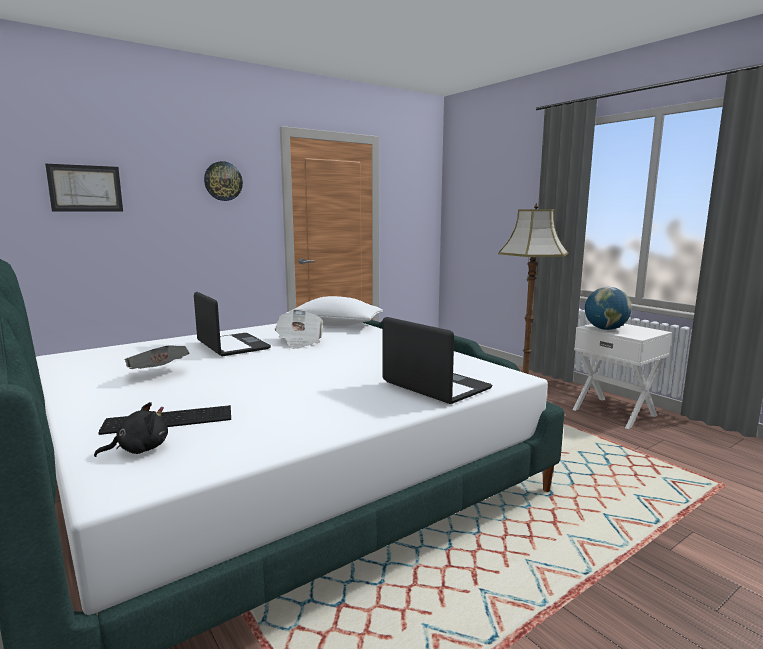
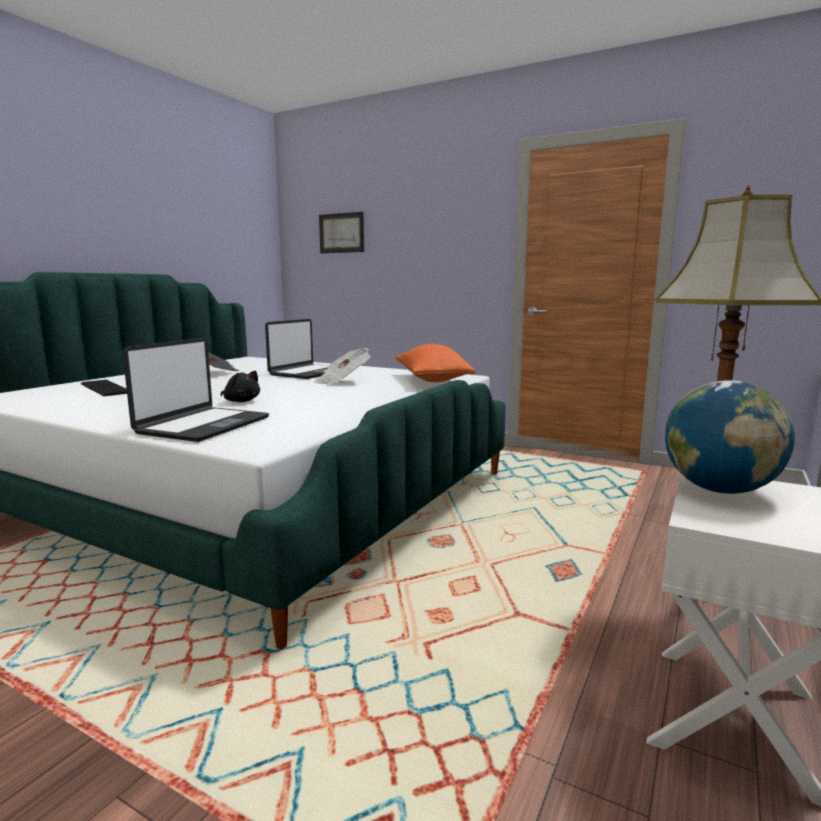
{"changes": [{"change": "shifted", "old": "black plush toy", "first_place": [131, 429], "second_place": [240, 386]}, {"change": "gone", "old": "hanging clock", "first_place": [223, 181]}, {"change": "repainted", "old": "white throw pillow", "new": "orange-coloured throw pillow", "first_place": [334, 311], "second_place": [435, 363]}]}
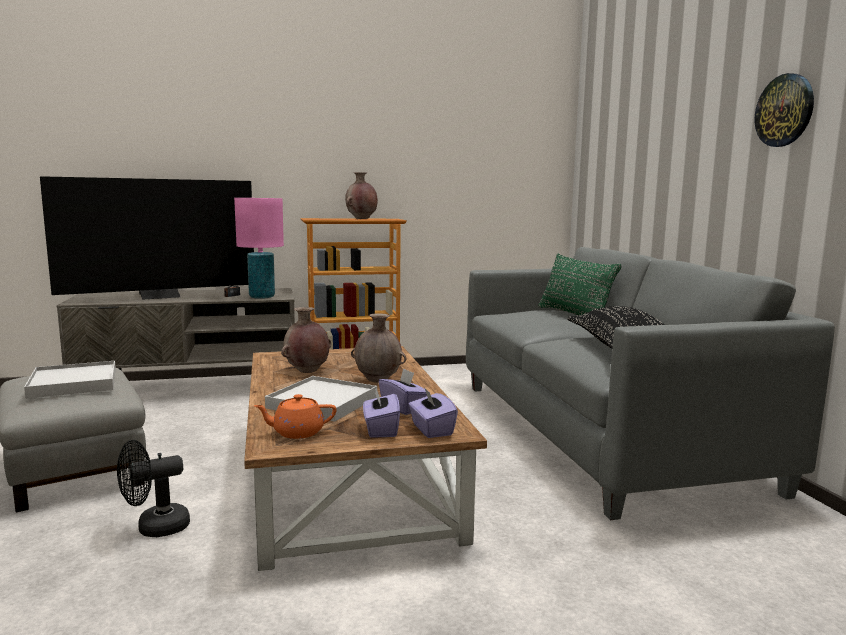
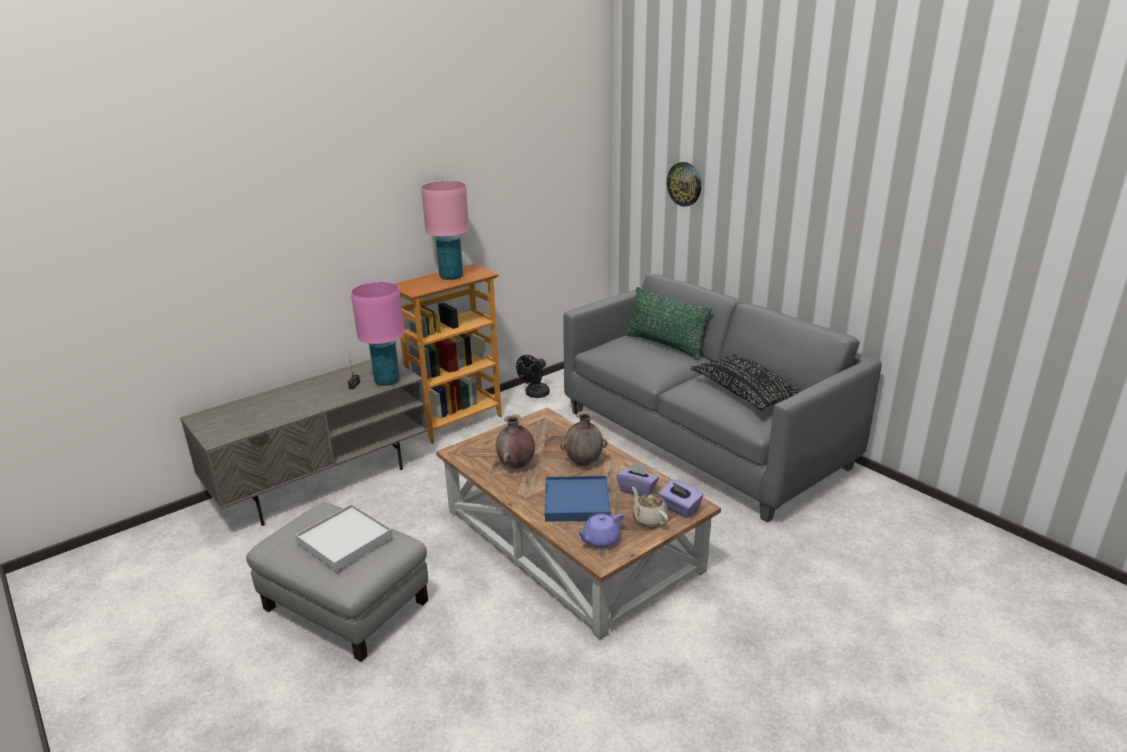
{"changes": [{"change": "gone", "old": "television", "first_place": [147, 238]}, {"change": "shifted", "old": "black cooling fan", "first_place": [153, 488], "second_place": [533, 376]}, {"change": "repainted", "old": "orange-coloured teapot", "new": "purple-coloured teapot", "first_place": [295, 416], "second_place": [600, 530]}, {"change": "repainted", "old": "white tray", "new": "blue tray", "first_place": [321, 399], "second_place": [577, 499]}, {"change": "swapped", "old": "brown-coloured vase", "new": "pinkish tabletop lamp", "first_place": [361, 195], "second_place": [445, 230]}, {"change": "swapped", "old": "purple-coloured tissue box", "new": "sand-coloured teapot", "first_place": [381, 413], "second_place": [650, 507]}, {"change": "shifted", "old": "hanging clock", "first_place": [784, 110], "second_place": [684, 184]}]}
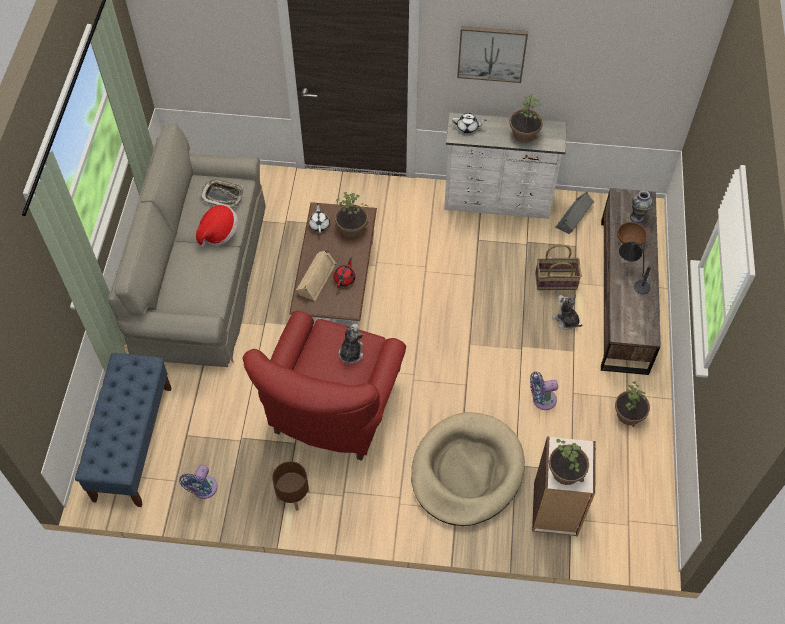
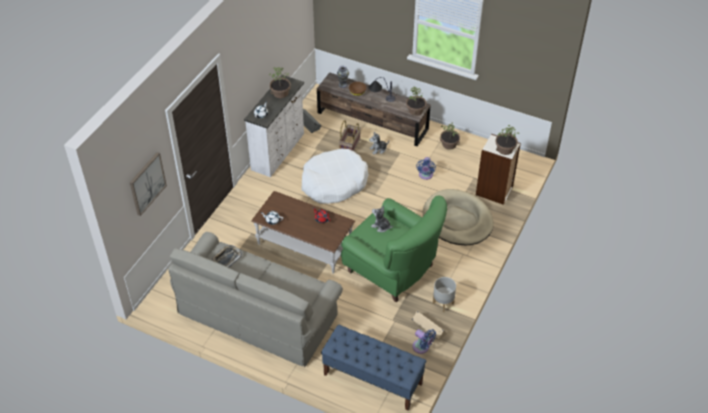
{"changes": [{"change": "gone", "old": "wearable hat", "first_place": [217, 226]}, {"change": "repainted", "old": "red armchair", "new": "greenish armchair", "first_place": [324, 386], "second_place": [394, 249]}, {"change": "repainted", "old": "brown-coloured planter", "new": "grey planter", "first_place": [290, 486], "second_place": [444, 294]}, {"change": "shifted", "old": "sand-coloured loudspeaker", "first_place": [316, 275], "second_place": [429, 326]}, {"change": "shifted", "old": "houseplant", "first_place": [351, 215], "second_place": [416, 101]}, {"change": "shifted", "old": "wall art", "first_place": [492, 54], "second_place": [148, 184]}, {"change": "new", "new": "white dog cushion", "second_place": [335, 176]}]}
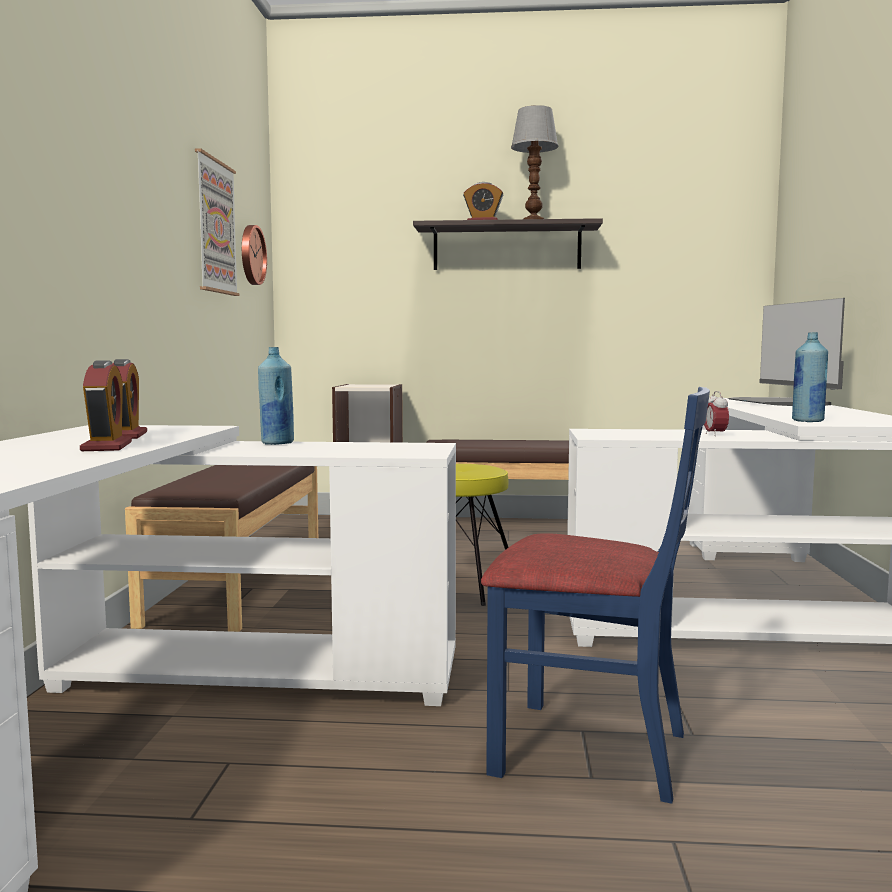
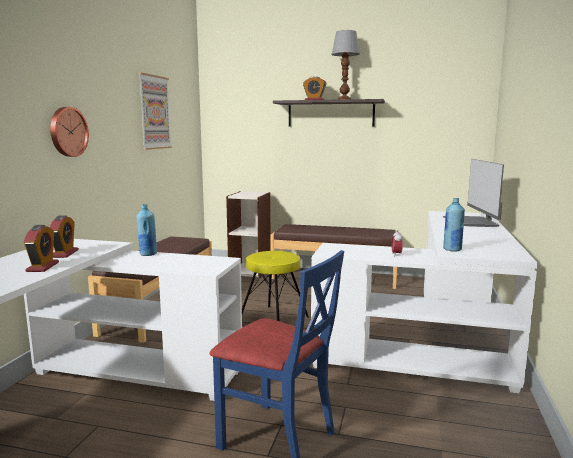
{"changes": [{"change": "shifted", "old": "hanging clock", "first_place": [254, 255], "second_place": [69, 132]}]}
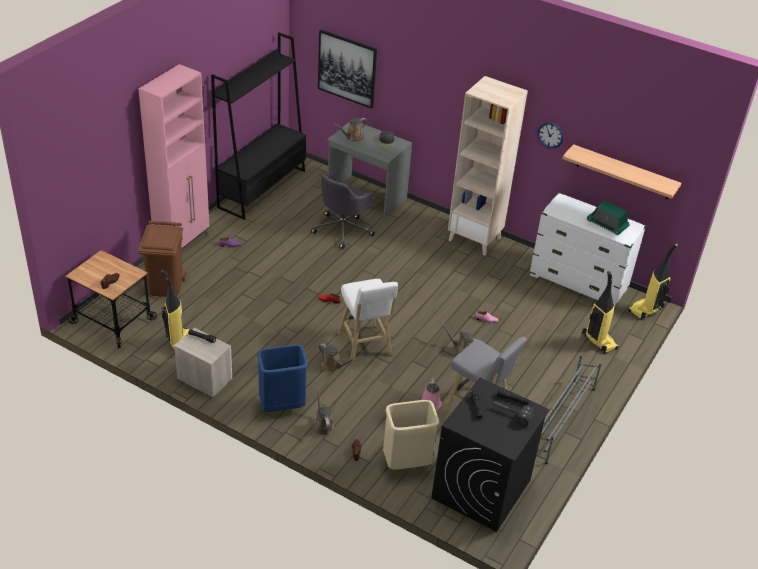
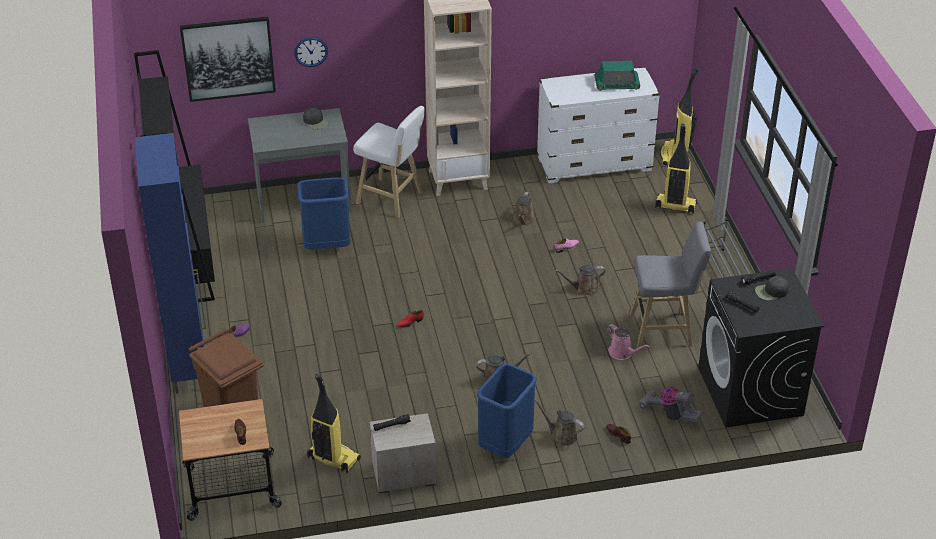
{"changes": [{"change": "repainted", "old": "pinkish cupboard", "new": "blue cupboard", "first_place": [174, 156], "second_place": [170, 263]}, {"change": "swapped", "old": "grey office chair", "new": "blue trash can", "first_place": [343, 211], "second_place": [324, 213]}, {"change": "shifted", "old": "brown-coloured watering pot", "first_place": [351, 129], "second_place": [524, 209]}, {"change": "shifted", "old": "white stool", "first_place": [368, 321], "second_place": [389, 162]}, {"change": "swapped", "old": "sand-coloured trash can", "new": "vacuum cleaner", "first_place": [411, 435], "second_place": [671, 404]}, {"change": "swapped", "old": "tool hammer", "new": "black cap", "first_place": [513, 414], "second_place": [772, 288]}, {"change": "shifted", "old": "hanging clock", "first_place": [550, 135], "second_place": [311, 52]}, {"change": "gone", "old": "wall shelf", "first_place": [621, 171]}]}
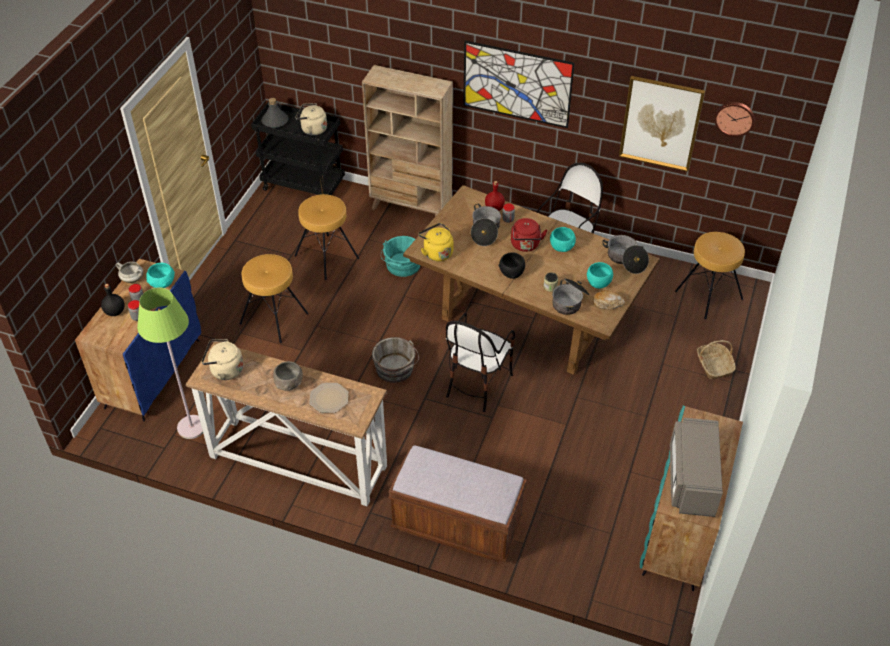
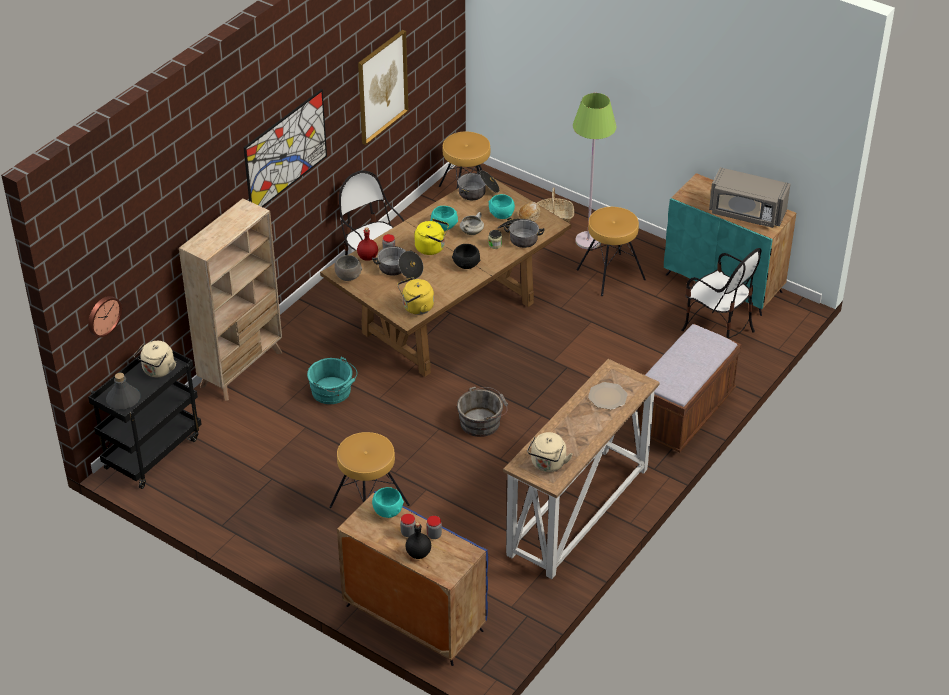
{"changes": [{"change": "shifted", "old": "white cooking pot", "first_place": [129, 272], "second_place": [472, 223]}, {"change": "shifted", "old": "greenish floor lamp", "first_place": [170, 363], "second_place": [595, 171]}, {"change": "shifted", "old": "grey deep dish", "first_place": [288, 376], "second_place": [348, 268]}, {"change": "shifted", "old": "brown-coloured stool", "first_place": [326, 237], "second_place": [611, 251]}, {"change": "shifted", "old": "upright chair", "first_place": [480, 362], "second_place": [721, 293]}, {"change": "repainted", "old": "red kettle", "new": "yellow kettle", "first_place": [529, 235], "second_place": [431, 237]}, {"change": "shifted", "old": "hanging clock", "first_place": [735, 119], "second_place": [105, 317]}]}
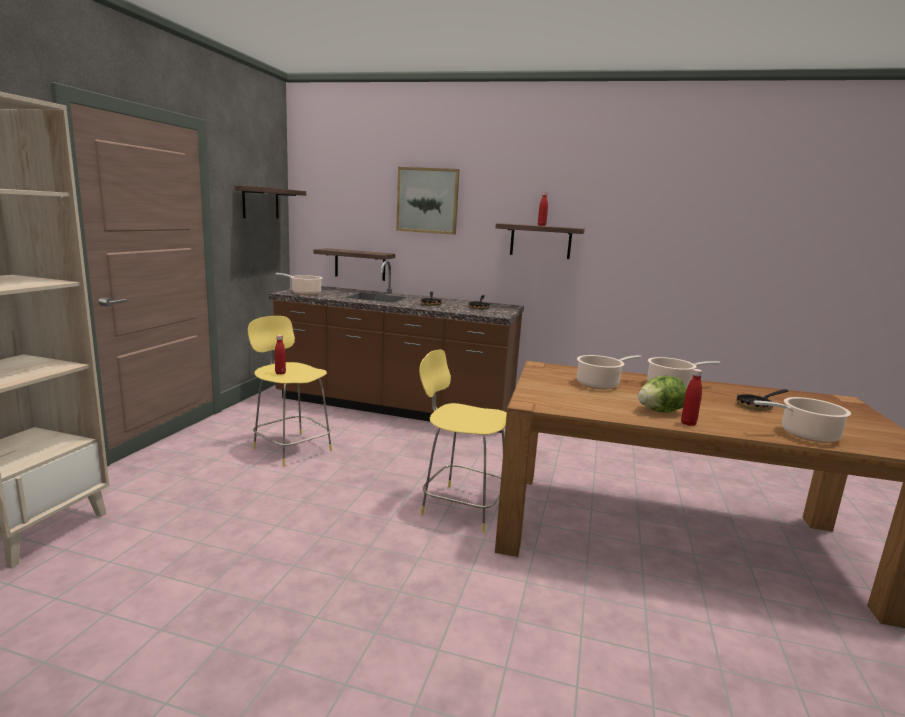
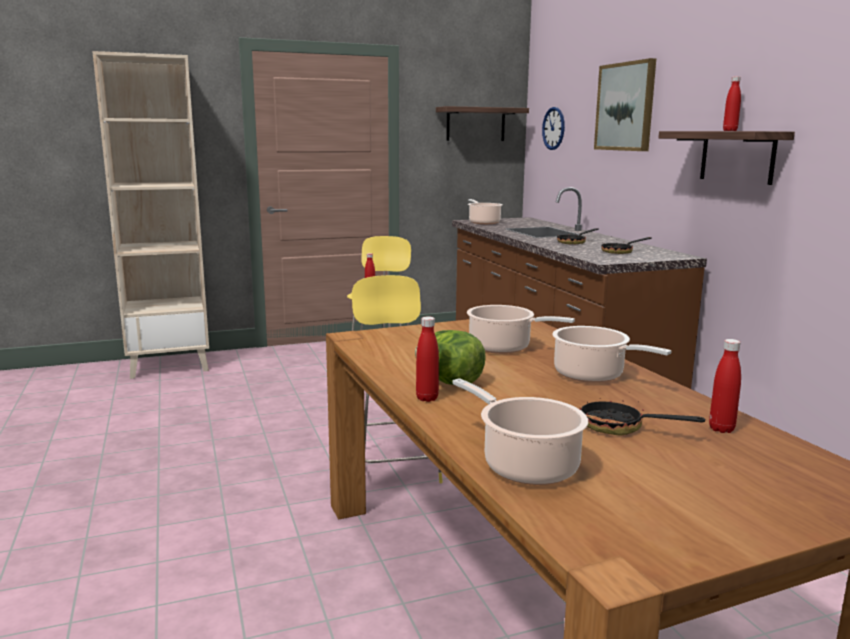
{"changes": [{"change": "gone", "old": "wall shelf", "first_place": [354, 264]}, {"change": "new", "new": "hanging clock", "second_place": [553, 128]}, {"change": "new", "new": "red beverage bottle", "second_place": [725, 386]}]}
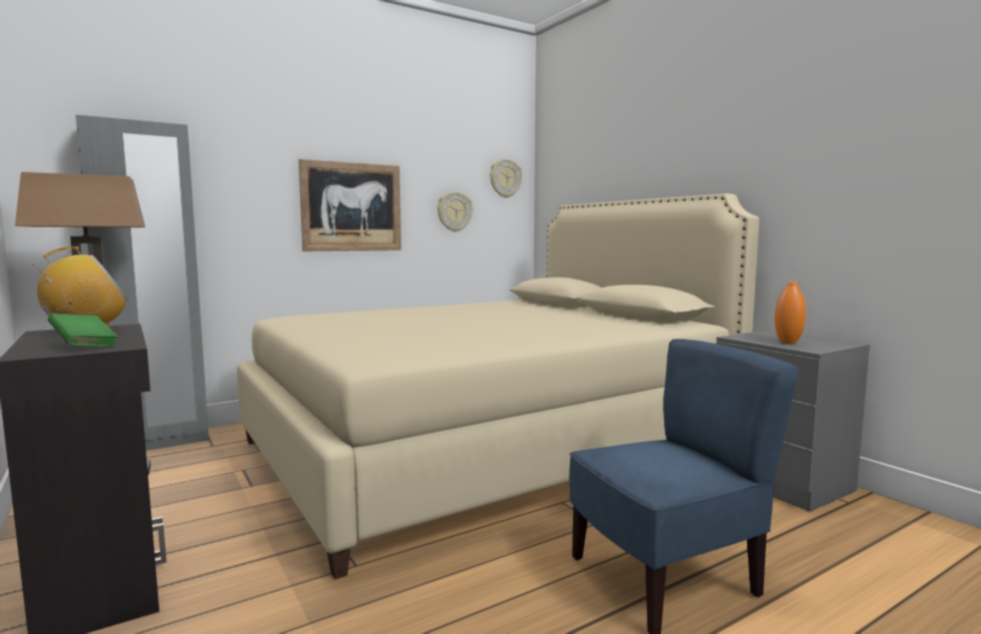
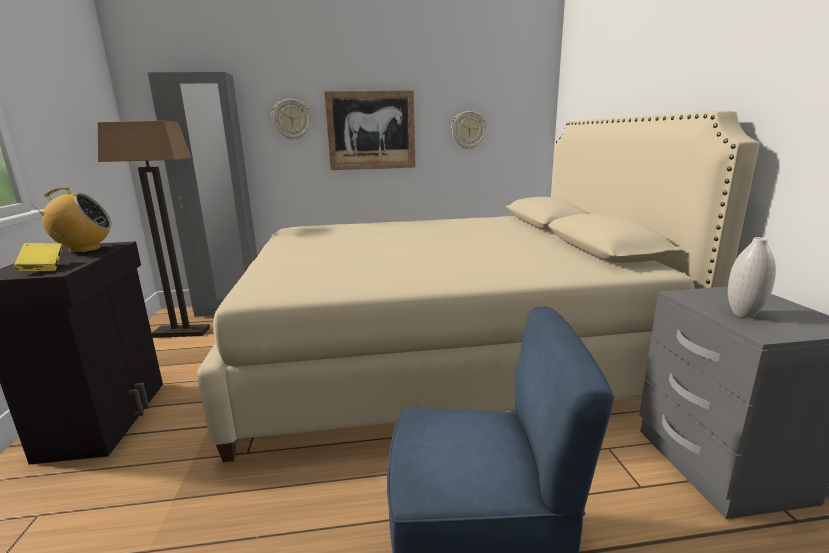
{"changes": [{"change": "repainted", "old": "greenish volume", "new": "yellow volume", "first_place": [83, 330], "second_place": [38, 257]}, {"change": "shifted", "old": "hanging clock", "first_place": [506, 178], "second_place": [292, 119]}, {"change": "repainted", "old": "orange-coloured vase", "new": "white vase", "first_place": [790, 312], "second_place": [752, 277]}]}
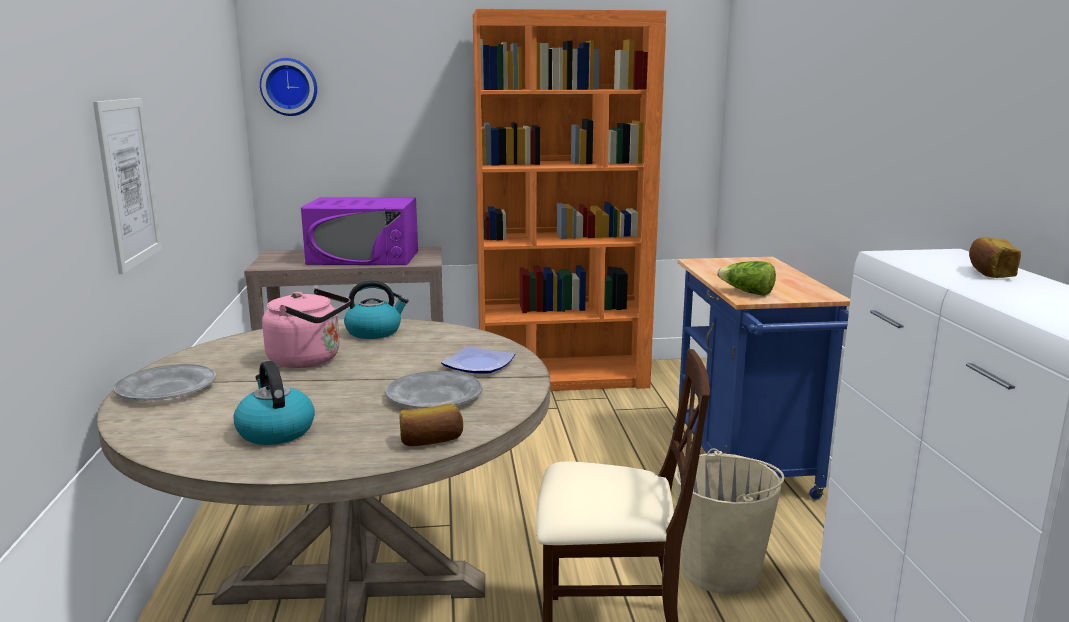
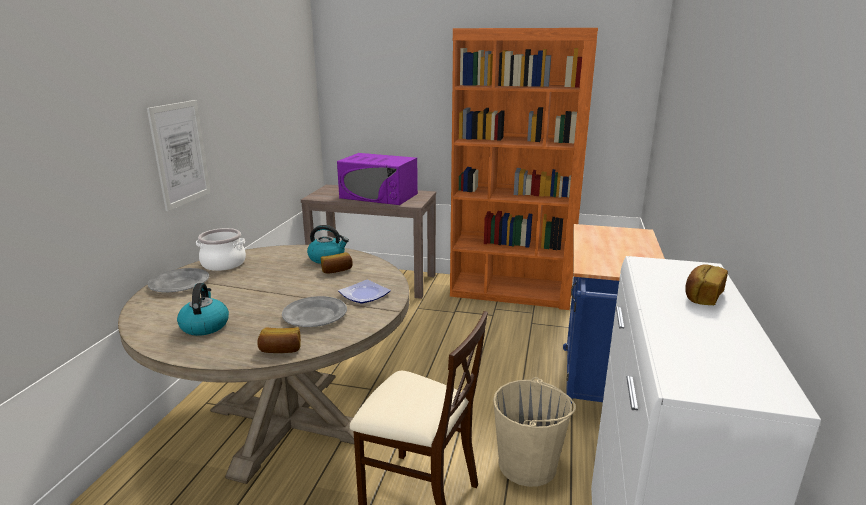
{"changes": [{"change": "gone", "old": "hanging clock", "first_place": [288, 87]}, {"change": "gone", "old": "pinkish kettle", "first_place": [306, 328]}, {"change": "gone", "old": "lettuce head", "first_place": [746, 278]}, {"change": "new", "new": "cooking pot", "second_place": [221, 249]}, {"change": "new", "new": "baked bread", "second_place": [337, 263]}]}
